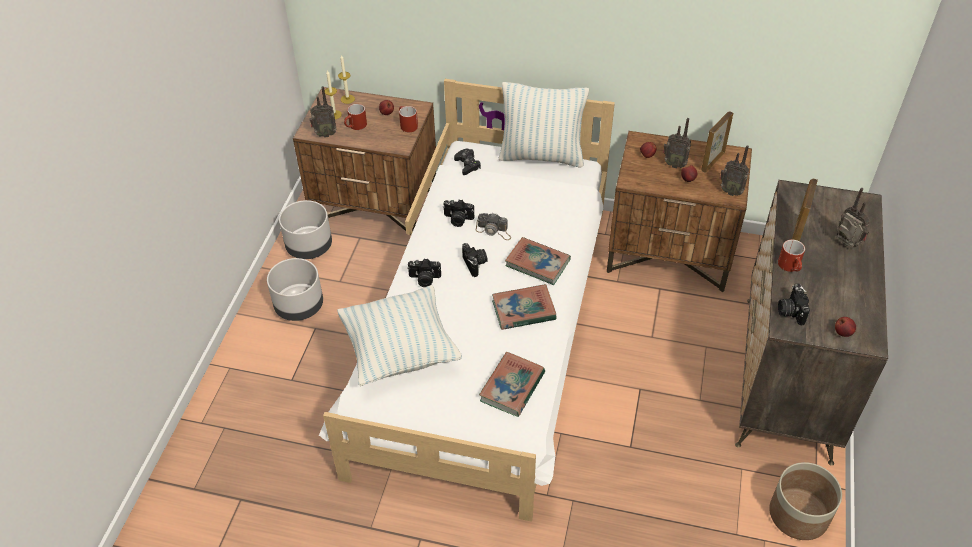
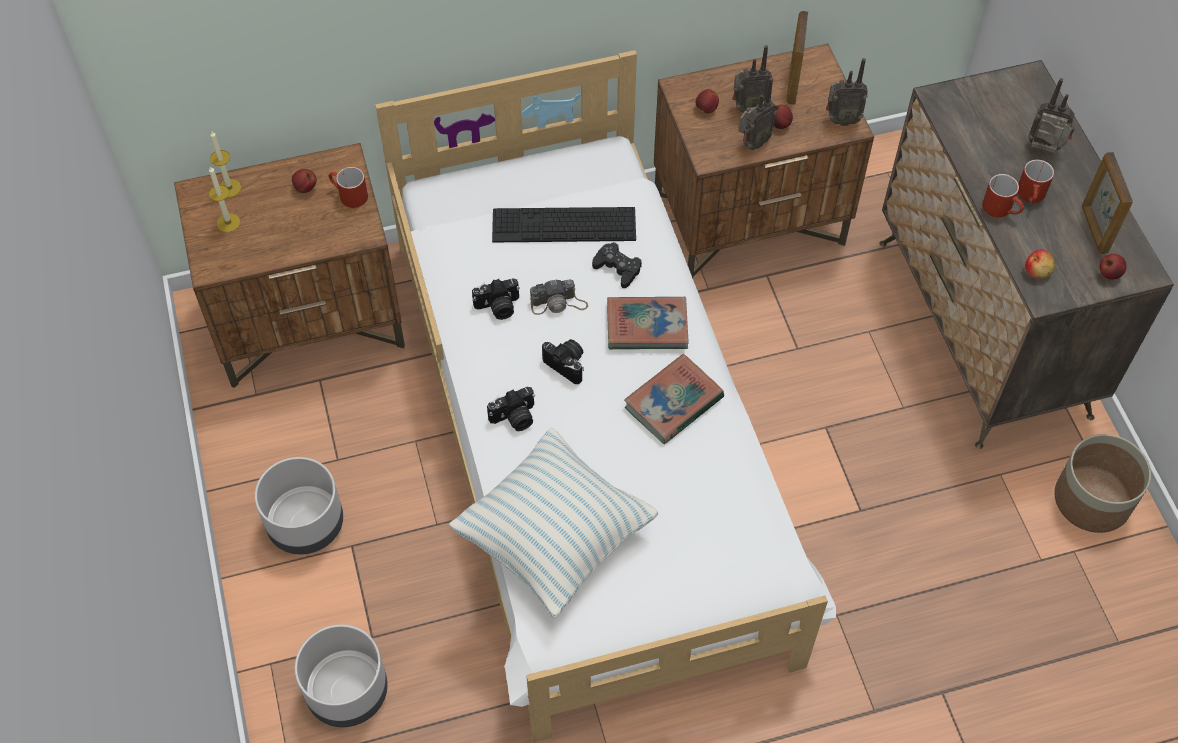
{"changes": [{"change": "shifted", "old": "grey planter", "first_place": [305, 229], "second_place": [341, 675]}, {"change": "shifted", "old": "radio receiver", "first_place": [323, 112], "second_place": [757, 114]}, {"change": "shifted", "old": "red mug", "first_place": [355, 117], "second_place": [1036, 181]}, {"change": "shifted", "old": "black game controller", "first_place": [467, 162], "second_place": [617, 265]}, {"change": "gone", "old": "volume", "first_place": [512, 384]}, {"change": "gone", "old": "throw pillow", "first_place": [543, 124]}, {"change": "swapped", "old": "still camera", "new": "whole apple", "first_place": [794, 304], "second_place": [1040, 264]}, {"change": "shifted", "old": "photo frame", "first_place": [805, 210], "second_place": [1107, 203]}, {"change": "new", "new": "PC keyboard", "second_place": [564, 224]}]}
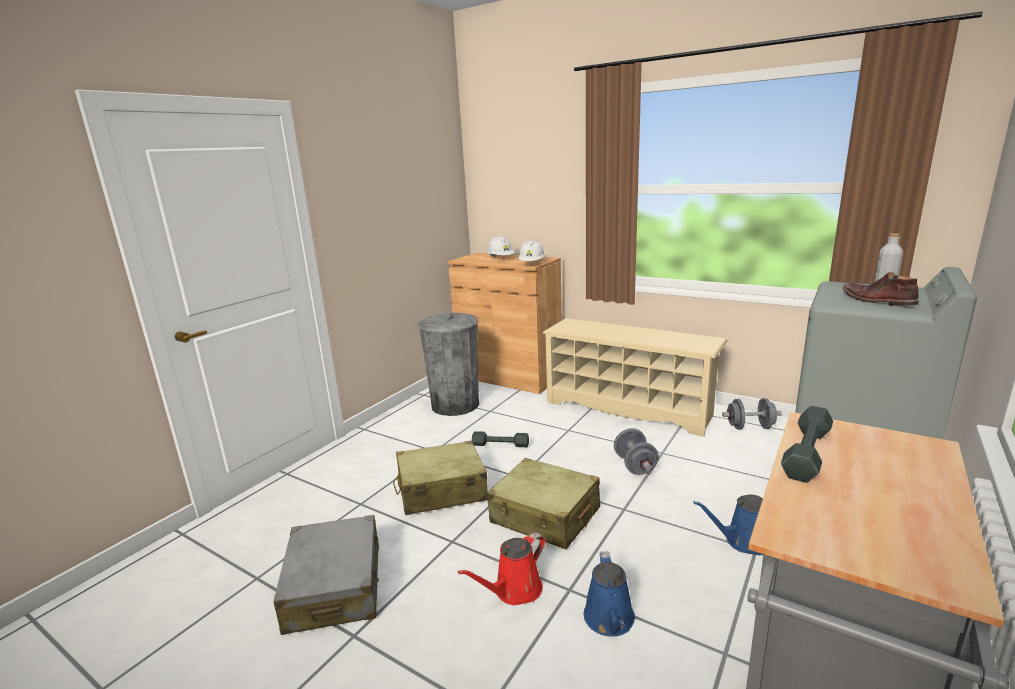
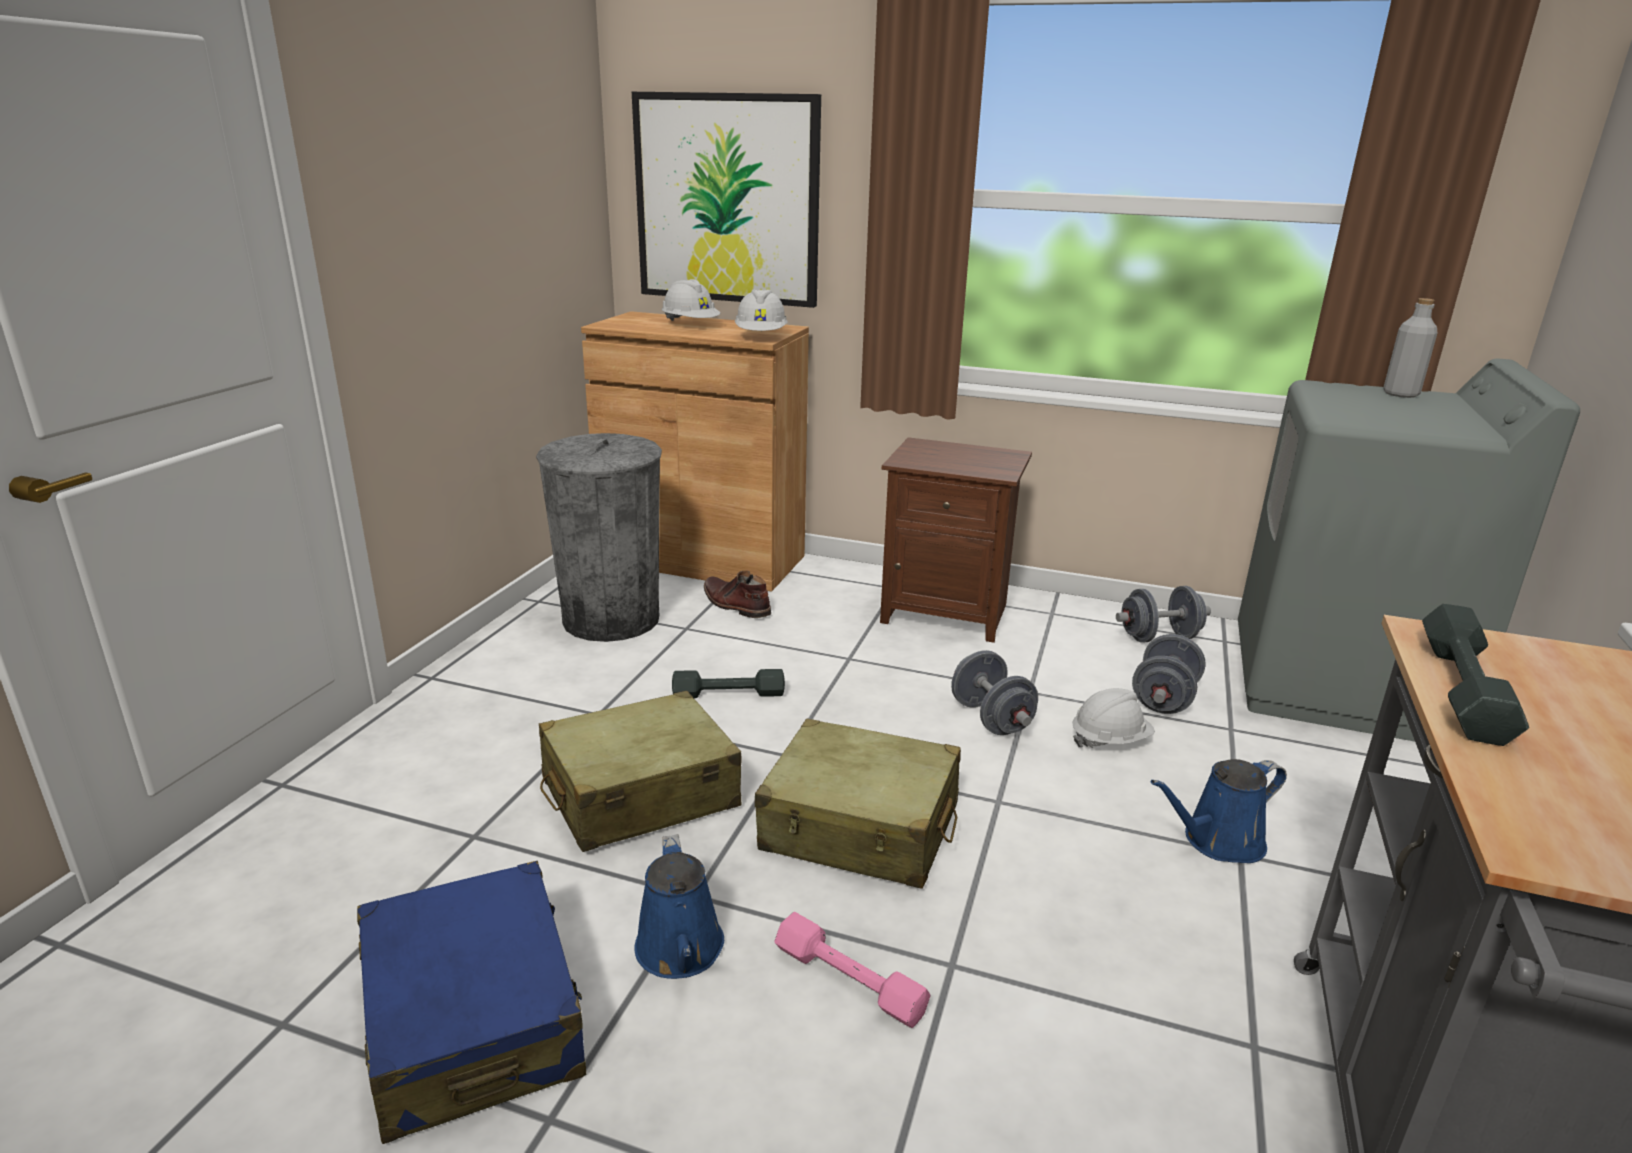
{"changes": [{"change": "repainted", "old": "grey suitcase", "new": "blue suitcase", "first_place": [326, 575], "second_place": [471, 1002]}, {"change": "swapped", "old": "red watering pot", "new": "pinkish free weight", "first_place": [502, 568], "second_place": [852, 970]}, {"change": "swapped", "old": "sand-coloured shoe stand", "new": "brown-coloured bedside table", "first_place": [635, 377], "second_place": [956, 540]}, {"change": "shifted", "old": "blue watering pot", "first_place": [609, 593], "second_place": [679, 906]}, {"change": "shifted", "old": "brown-coloured high-top boot", "first_place": [880, 289], "second_place": [737, 594]}, {"change": "new", "new": "wall art", "second_place": [726, 200]}, {"change": "new", "new": "white hard hat", "second_place": [1113, 718]}, {"change": "new", "new": "grey free weight", "second_place": [1169, 674]}]}
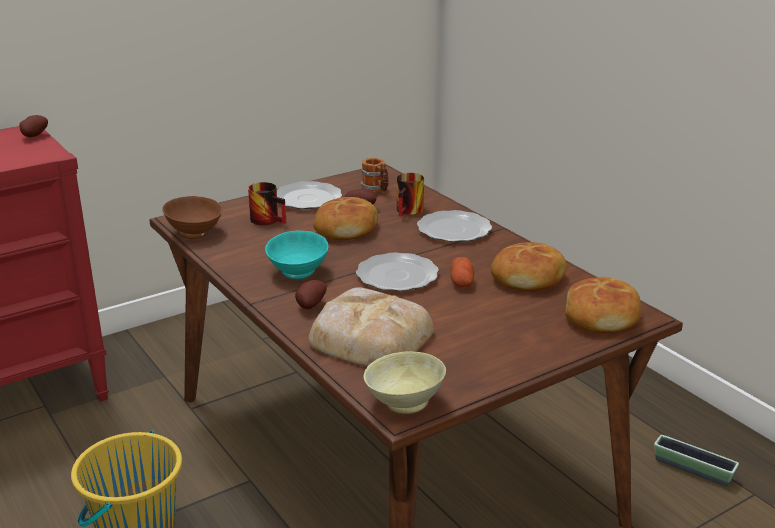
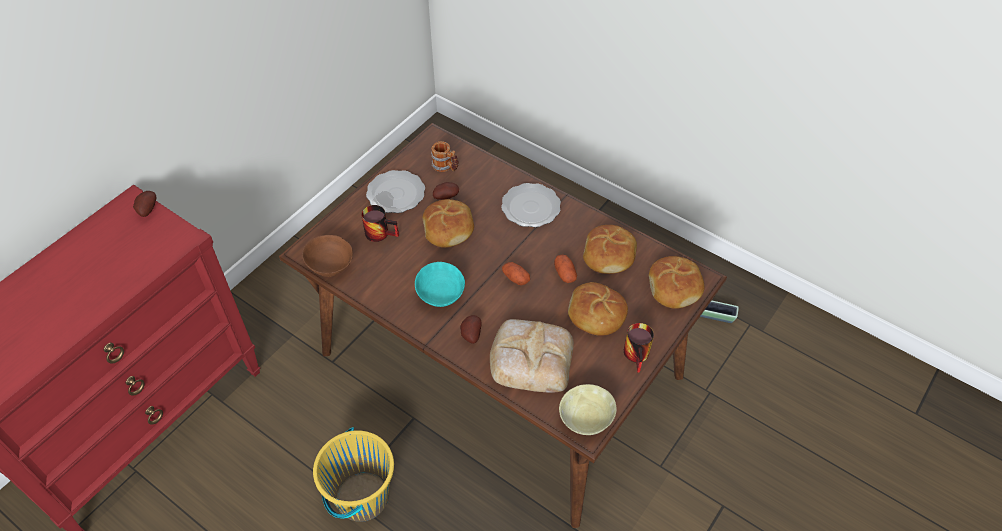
{"changes": [{"change": "swapped", "old": "plate", "new": "potato", "first_place": [397, 271], "second_place": [516, 273]}, {"change": "shifted", "old": "mug", "first_place": [410, 195], "second_place": [639, 348]}, {"change": "new", "new": "baked bread", "second_place": [598, 309]}]}
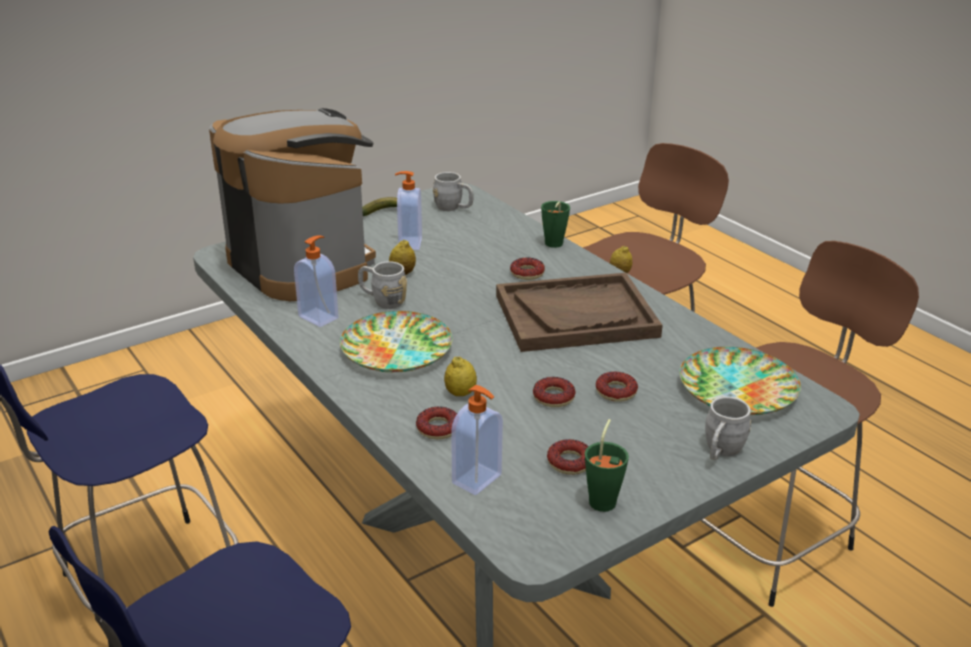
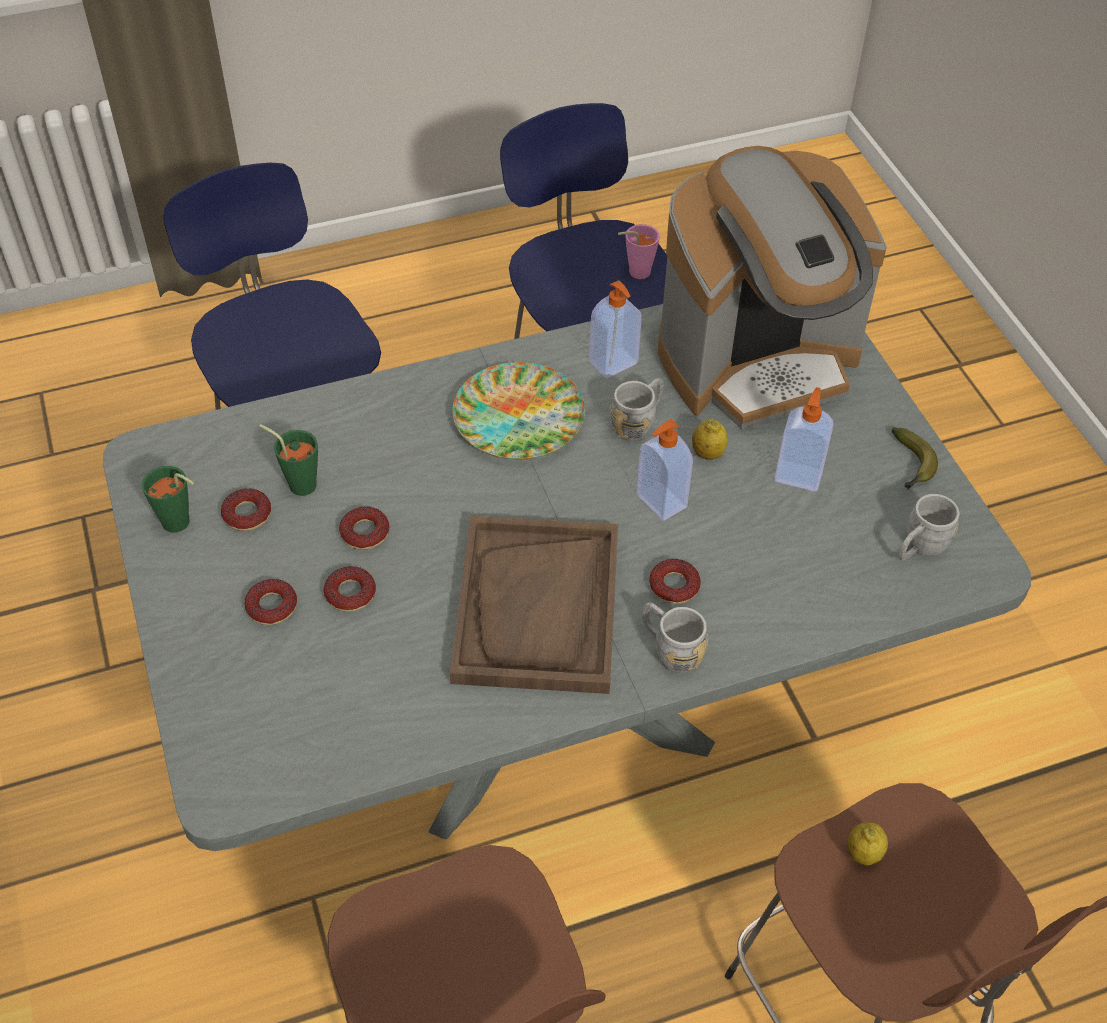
{"changes": [{"change": "shifted", "old": "donut", "first_place": [436, 423], "second_place": [270, 602]}, {"change": "gone", "old": "lemon", "first_place": [460, 376]}, {"change": "shifted", "old": "soap dispenser", "first_place": [477, 440], "second_place": [664, 470]}, {"change": "shifted", "old": "greenish small cup", "first_place": [555, 224], "second_place": [288, 460]}, {"change": "gone", "old": "plate", "first_place": [740, 381]}, {"change": "shifted", "old": "grey mug", "first_place": [728, 428], "second_place": [675, 637]}, {"change": "new", "new": "pinkish small cup", "second_place": [639, 251]}]}
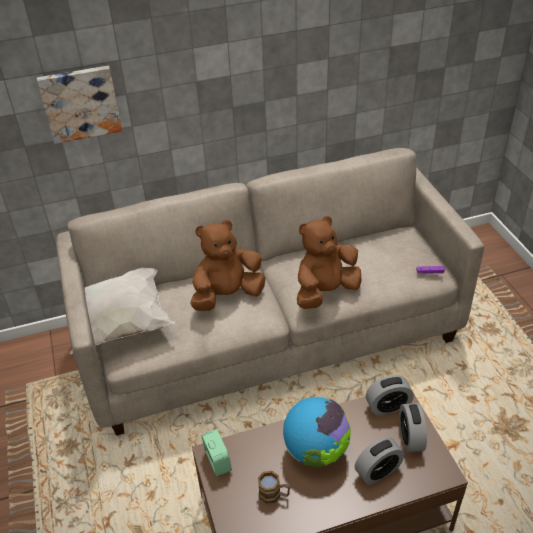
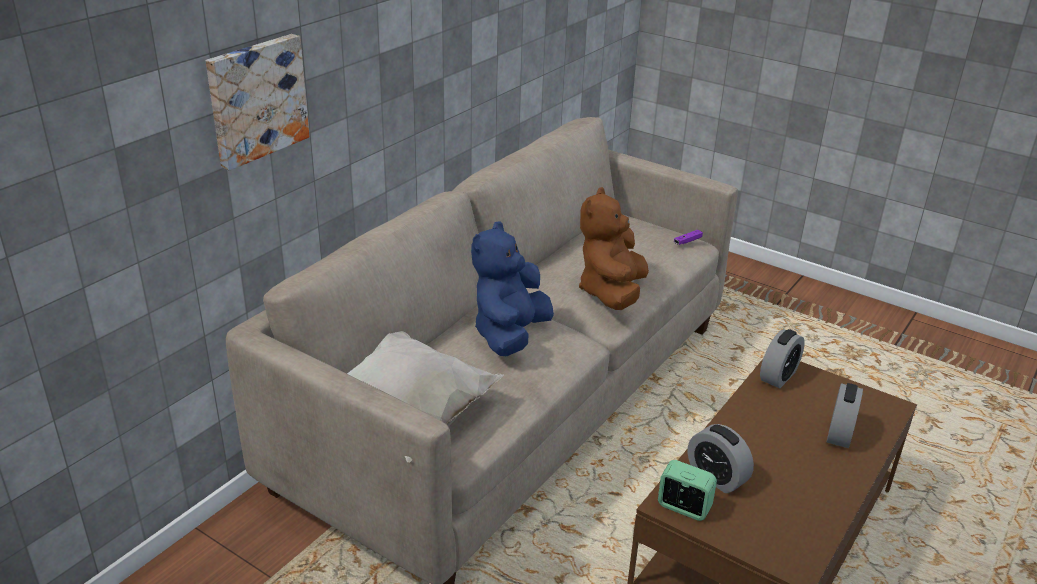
{"changes": [{"change": "repainted", "old": "brown-coloured plush toy", "new": "blue plush toy", "first_place": [227, 265], "second_place": [512, 289]}, {"change": "gone", "old": "mug", "first_place": [274, 487]}, {"change": "gone", "old": "world globe", "first_place": [317, 432]}, {"change": "shifted", "old": "bedside clock", "first_place": [413, 427], "second_place": [721, 458]}]}
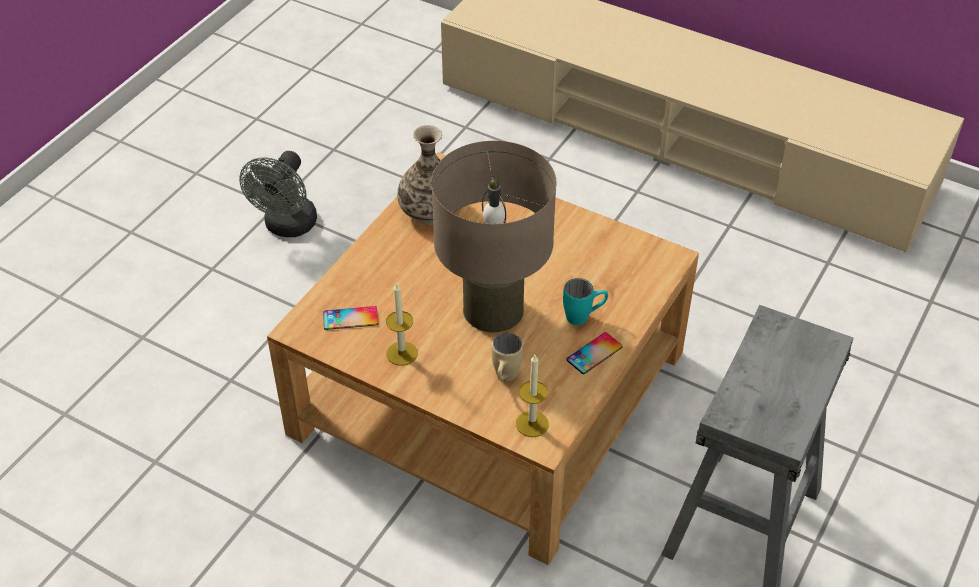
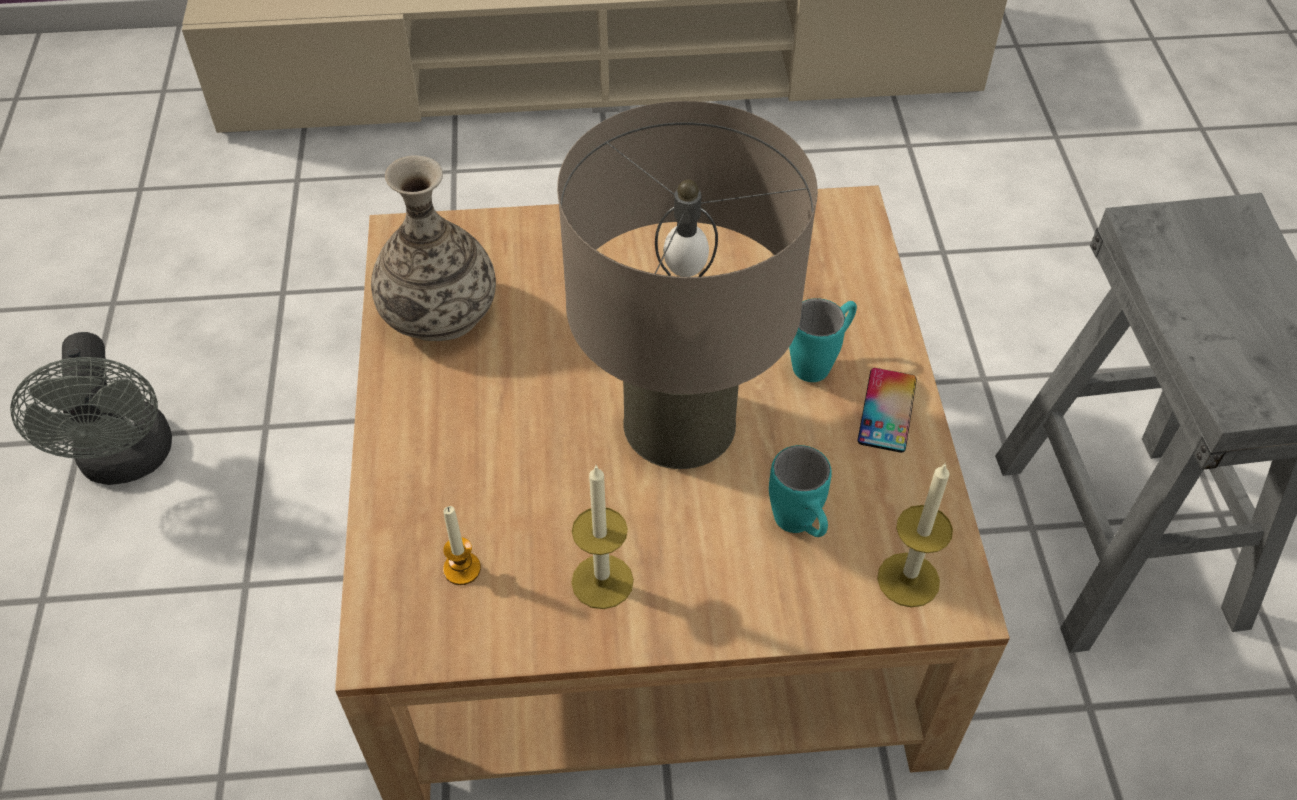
{"changes": [{"change": "swapped", "old": "telephone", "new": "wax light", "first_place": [350, 318], "second_place": [462, 545]}, {"change": "repainted", "old": "sand-coloured mug", "new": "blue-green mug", "first_place": [507, 357], "second_place": [800, 491]}]}
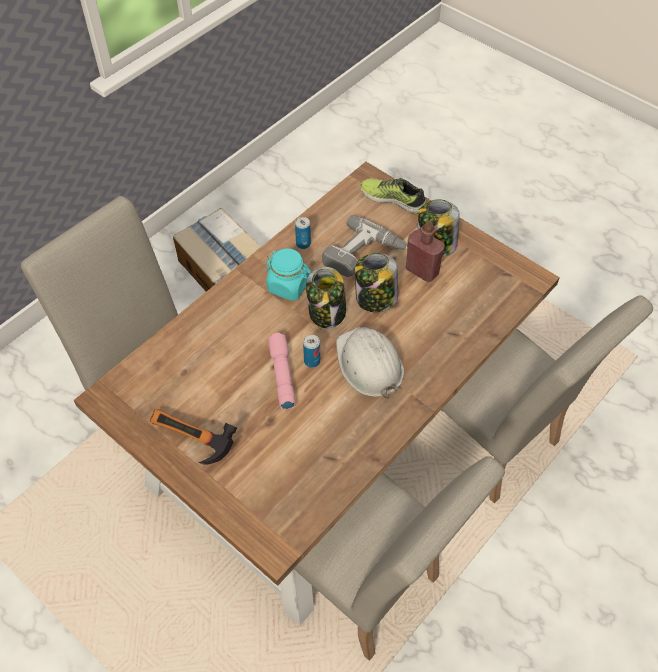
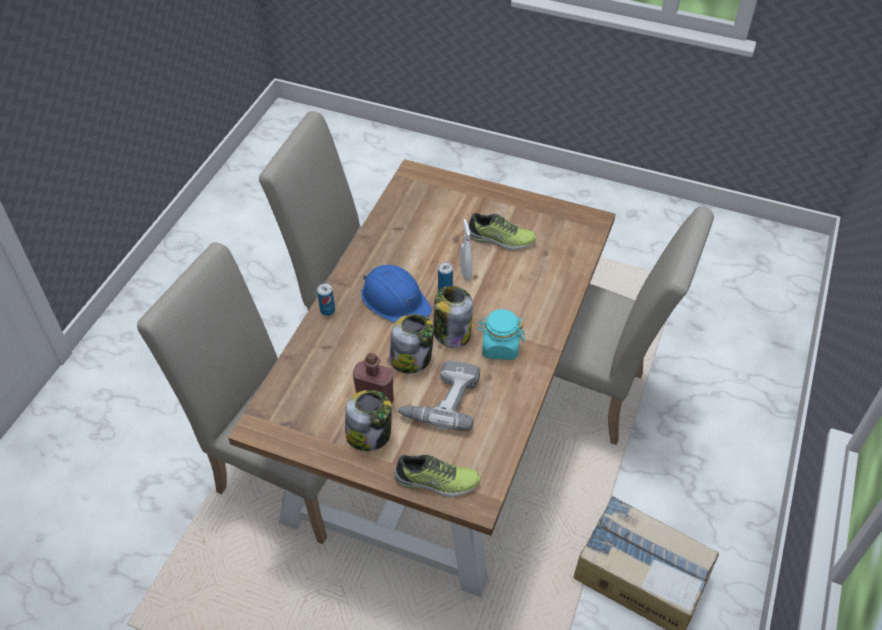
{"changes": [{"change": "gone", "old": "tool hammer", "first_place": [193, 436]}, {"change": "swapped", "old": "pinkish flashlight", "new": "white spray bottle", "first_place": [281, 371], "second_place": [466, 250]}, {"change": "shifted", "old": "metal can", "first_place": [303, 233], "second_place": [326, 299]}, {"change": "repainted", "old": "white hard hat", "new": "blue hard hat", "first_place": [370, 362], "second_place": [396, 294]}, {"change": "new", "new": "shoe", "second_place": [502, 232]}]}
